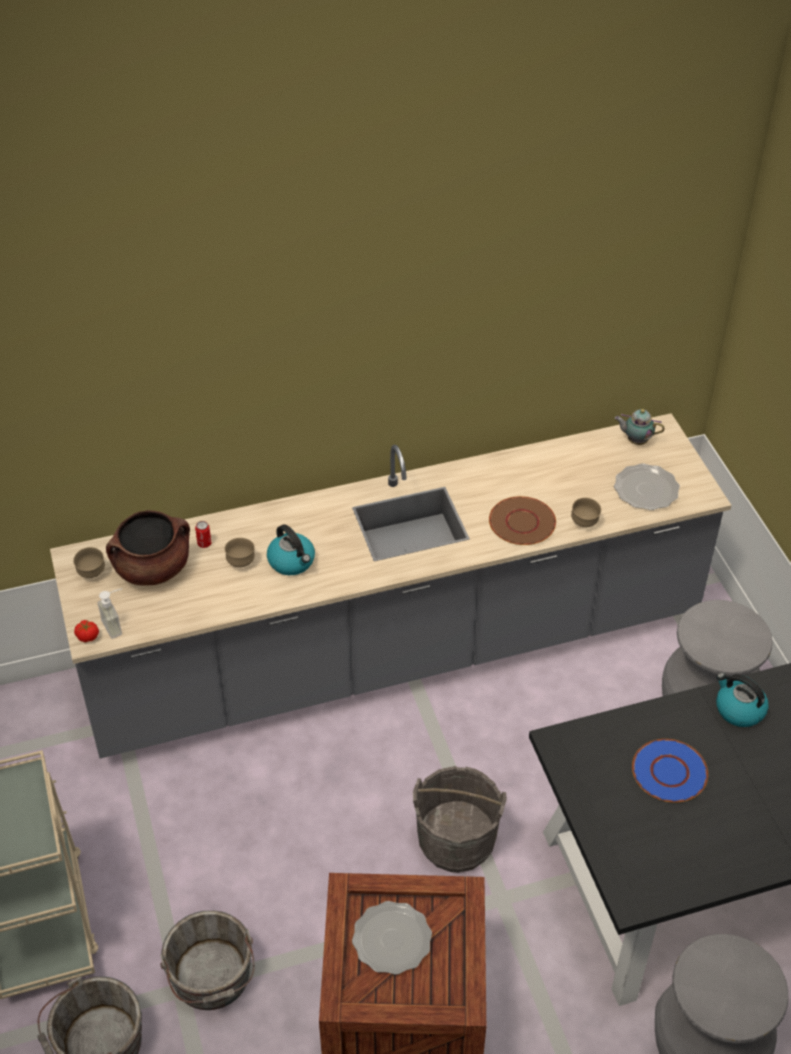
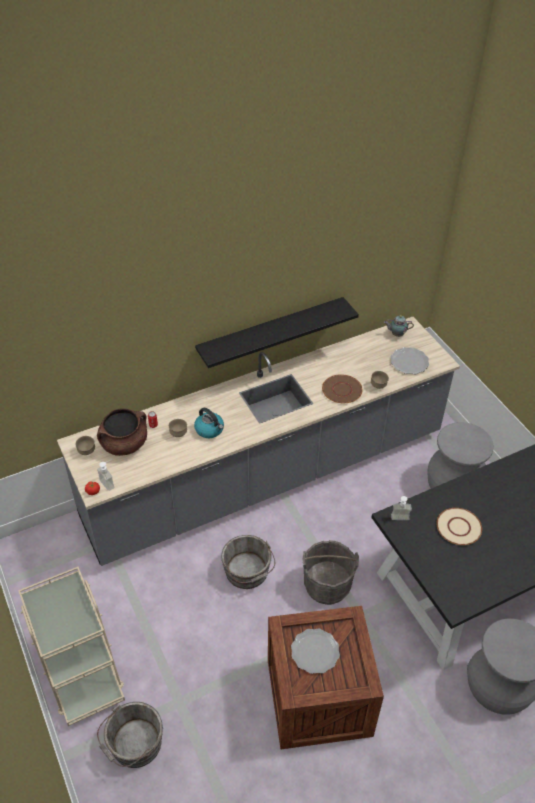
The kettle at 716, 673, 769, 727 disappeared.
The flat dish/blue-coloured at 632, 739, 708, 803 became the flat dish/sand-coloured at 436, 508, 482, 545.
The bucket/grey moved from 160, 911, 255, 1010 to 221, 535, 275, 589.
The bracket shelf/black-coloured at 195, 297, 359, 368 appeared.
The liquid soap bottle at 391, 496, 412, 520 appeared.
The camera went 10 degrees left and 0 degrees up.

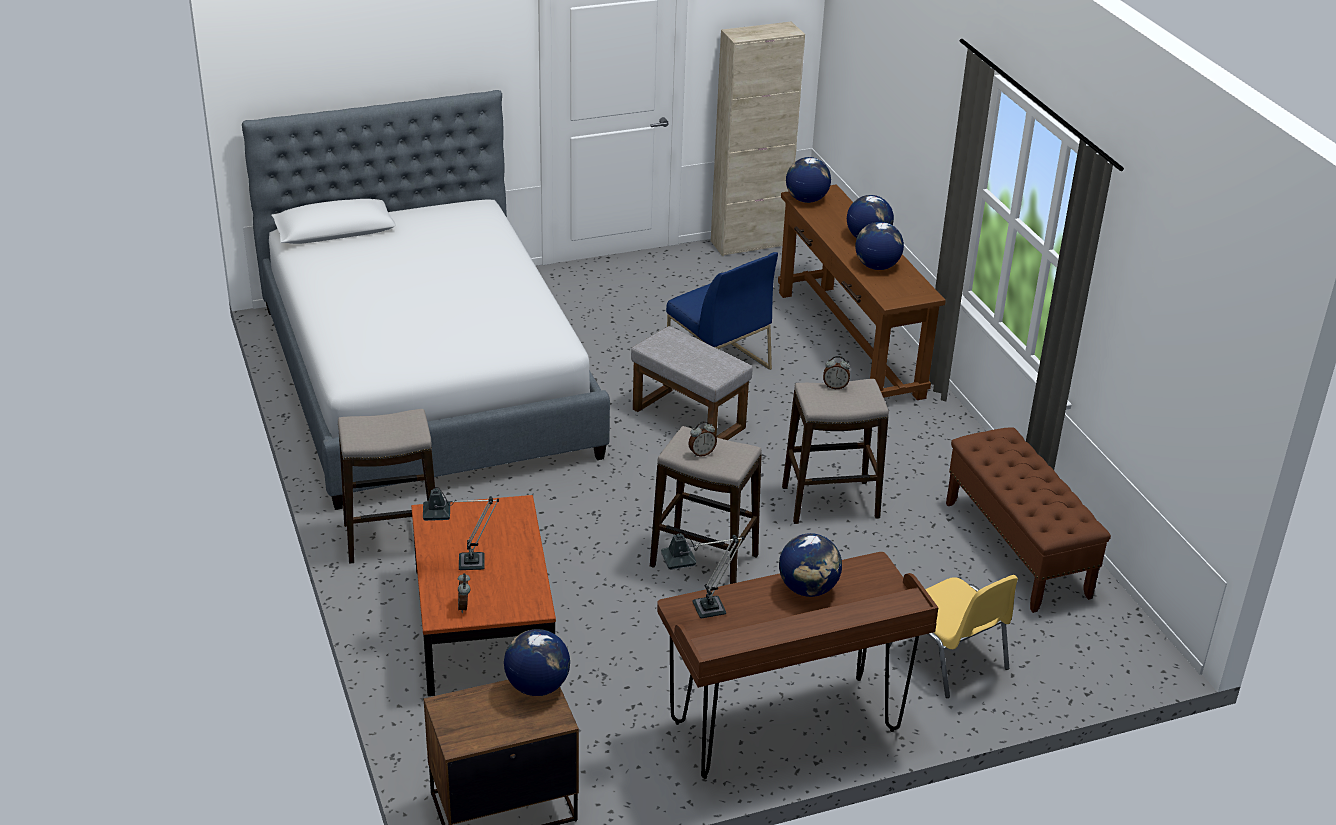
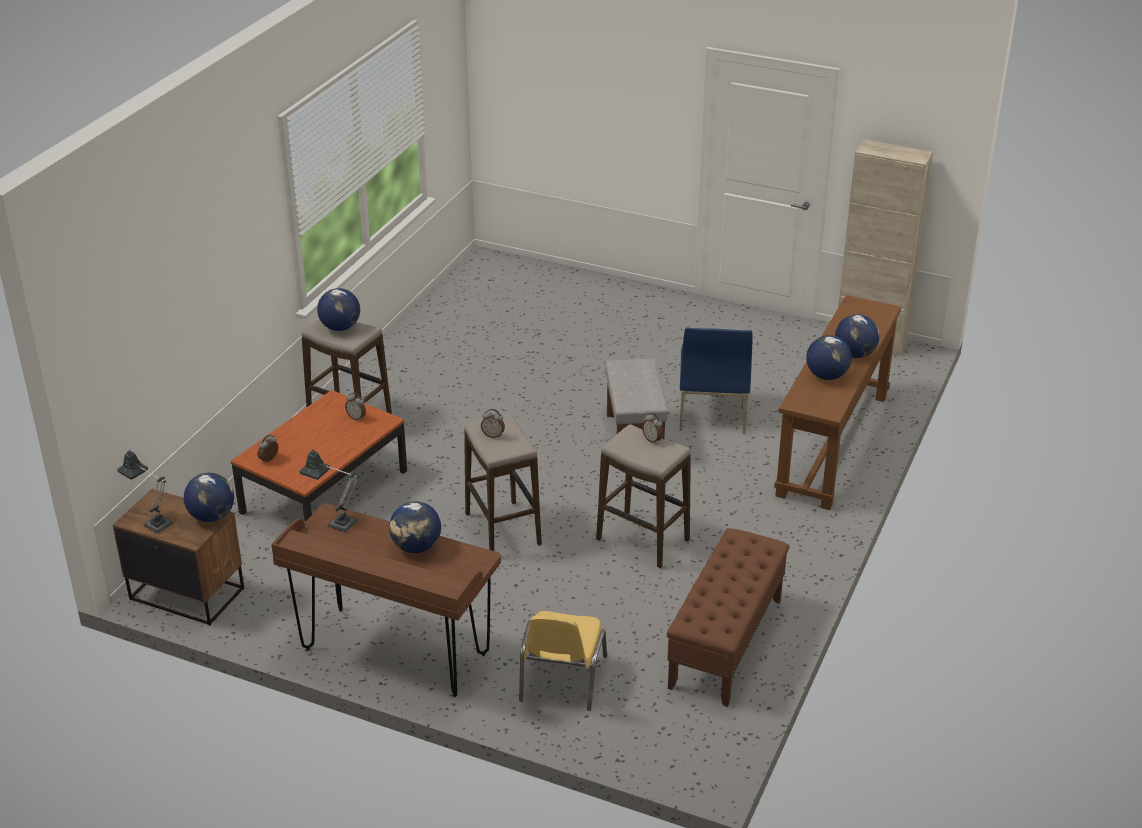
The sleeping bed at 242, 90, 610, 510 disappeared.
The globe moved from 786, 157, 831, 203 to 317, 288, 360, 331.
The tabletop lamp moved from 423, 487, 499, 570 to 117, 450, 173, 533.
The table clock at 345, 392, 366, 420 appeared.
The camera went 45 degrees right and 0 degrees up.

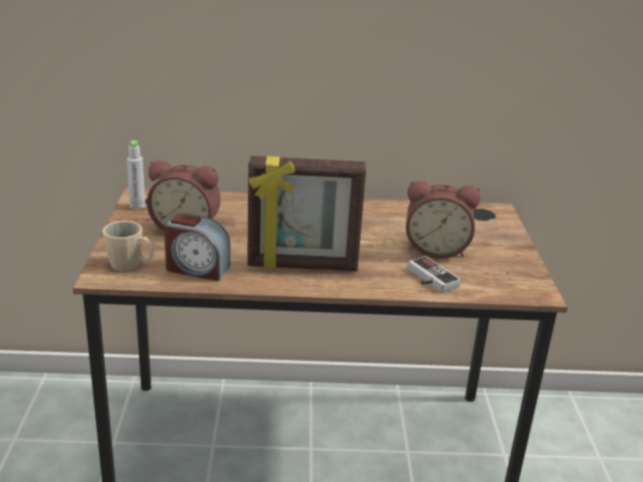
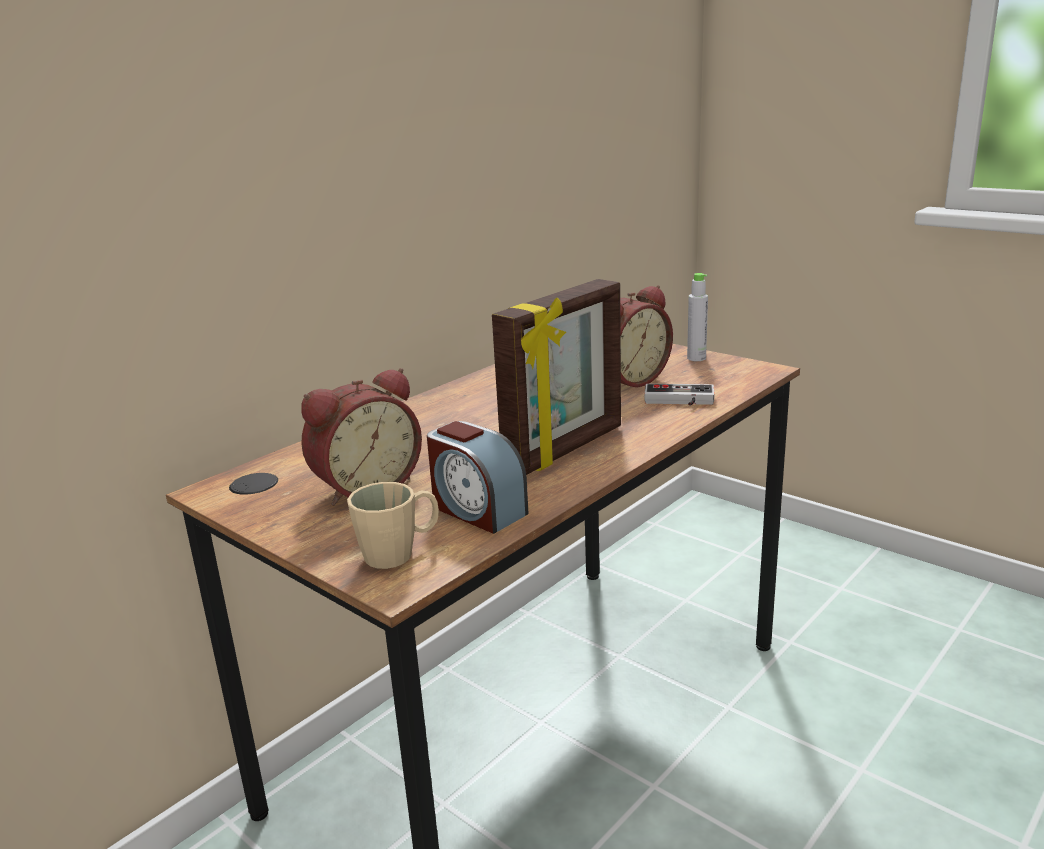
The beverage bottle/grey moved from 127, 140, 145, 209 to 687, 273, 708, 361.
The table clock at 164, 213, 230, 281 turned 75 degrees clockwise.
The camera went 45 degrees left and 5 degrees down.

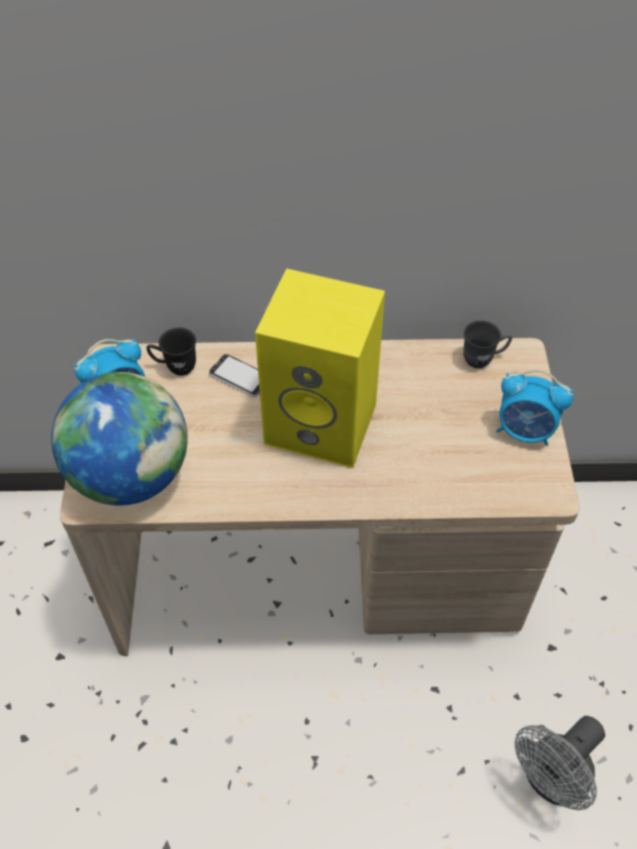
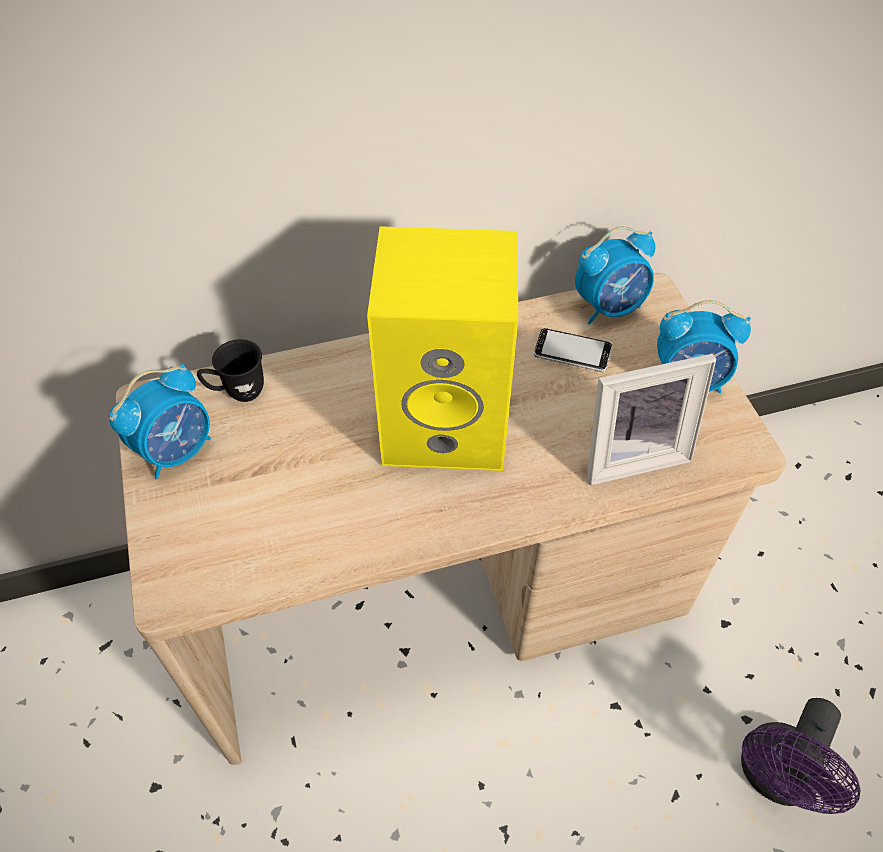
The tea mug/grey at 463, 321, 512, 368 was replaced by the table clock at 575, 226, 655, 325.
The handset moved from 208, 354, 260, 398 to 534, 328, 612, 372.
The globe at 51, 372, 188, 506 disappeared.
The electric fan/grey at 515, 716, 605, 810 became the electric fan/purplish at 741, 698, 861, 814.
The picture frame at 586, 354, 716, 485 appeared.
The camera went 15 degrees left and 0 degrees up.

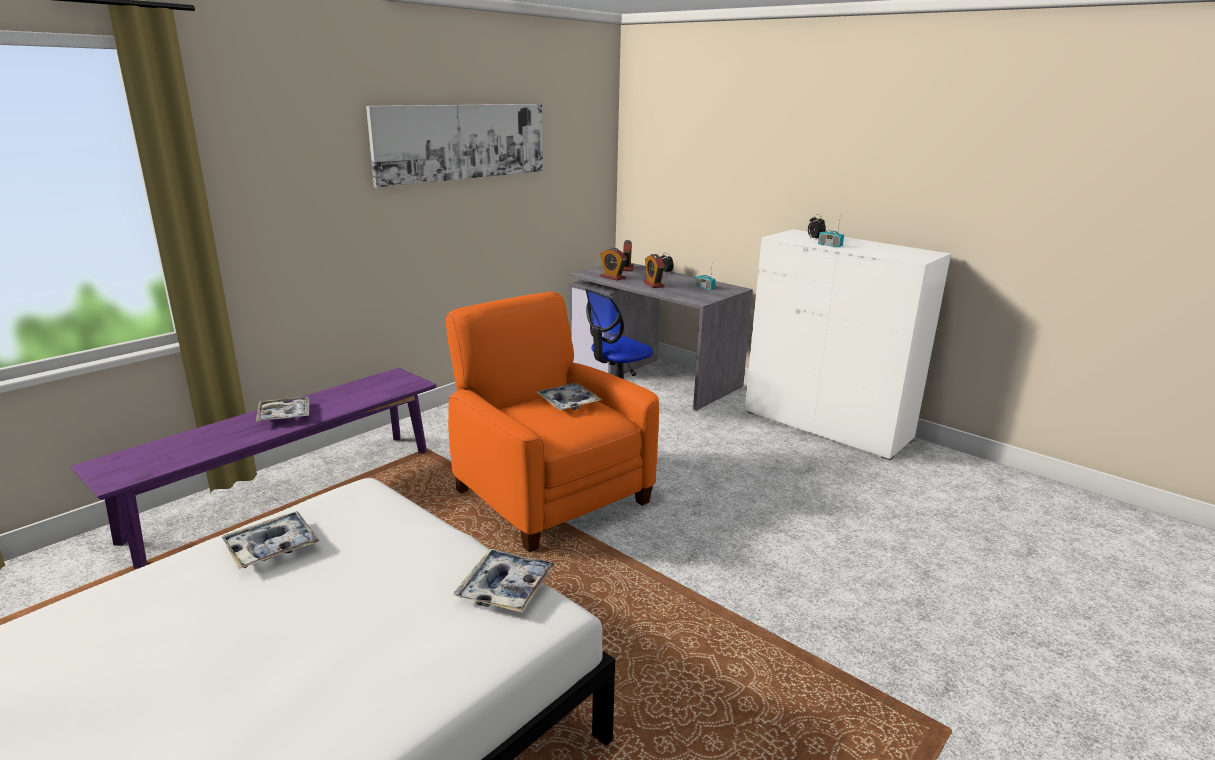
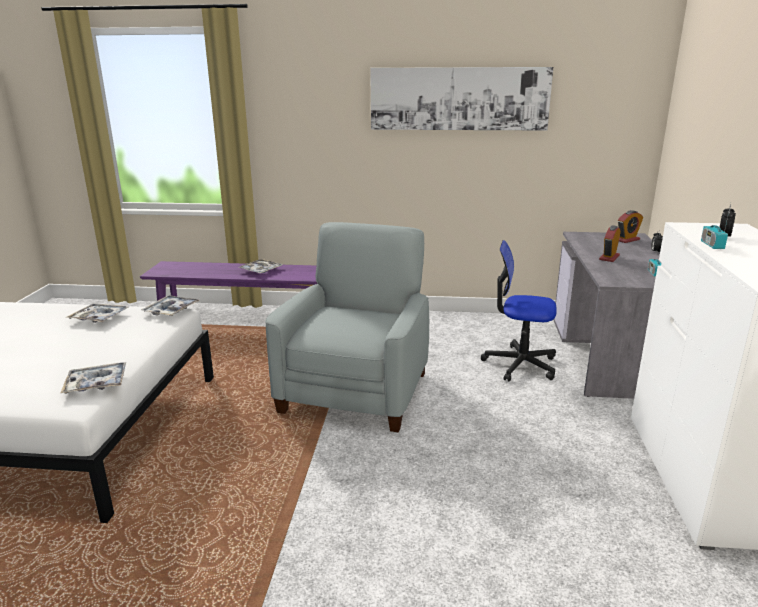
The table clock at 600, 248, 627, 281 disappeared.
The easy chair/orangey at 446, 292, 659, 552 became the easy chair/grey at 265, 222, 429, 432.
The tray moved from 537, 383, 602, 410 to 141, 295, 200, 316.
The camera went 55 degrees right and 0 degrees up.

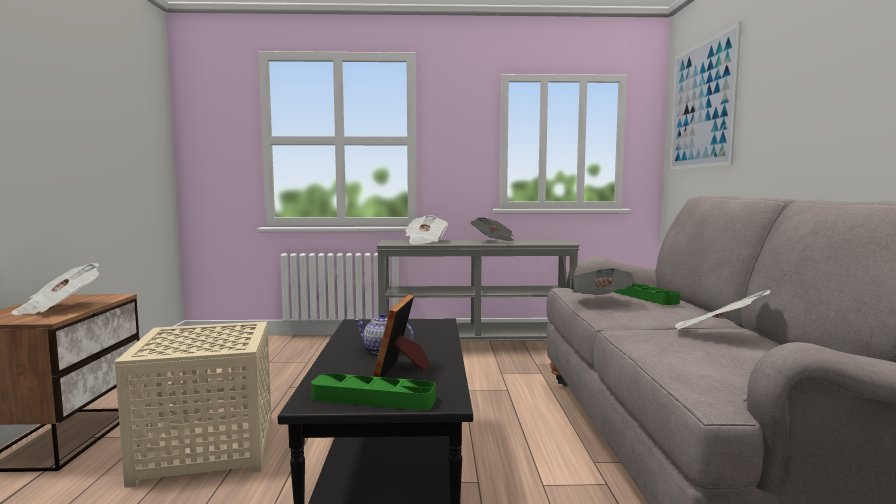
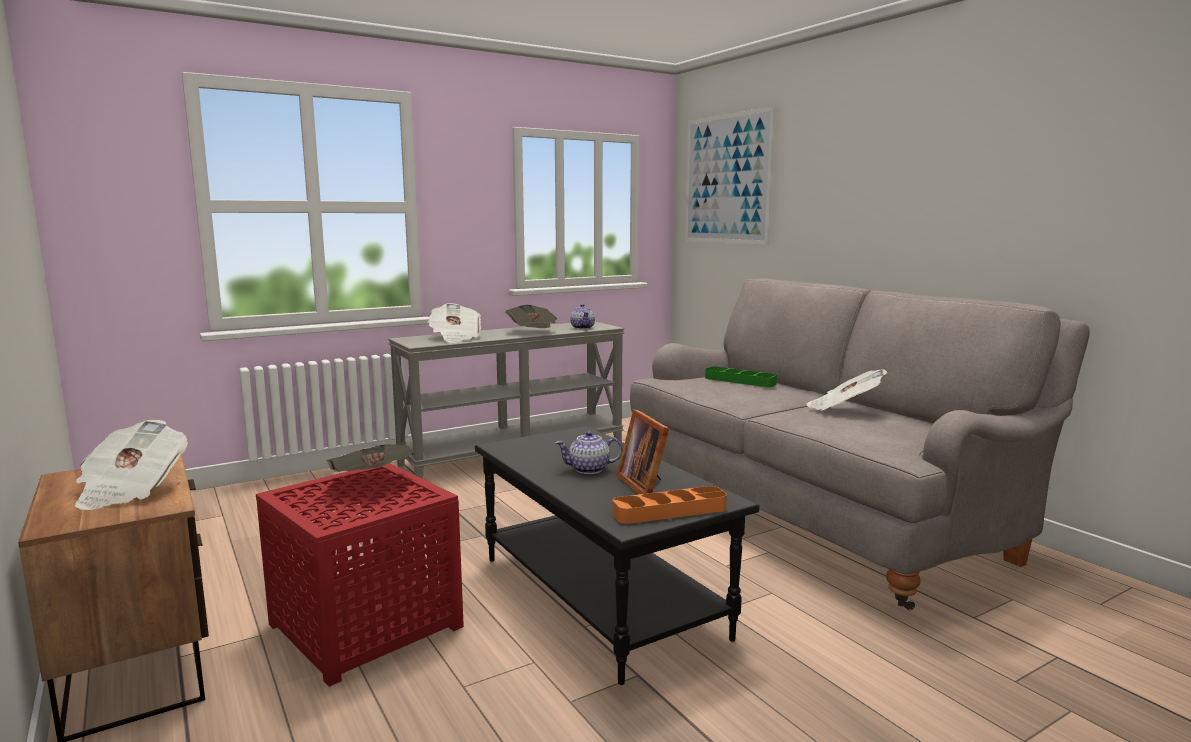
The newspaper moved from 569, 268, 635, 295 to 326, 444, 414, 472.
The end table/sand-coloured at 114, 321, 272, 488 became the end table/red-coloured at 256, 463, 464, 687.
The tray/green-coloured at 311, 373, 436, 411 became the tray/orangey at 613, 486, 727, 524.
The pot for tea at 570, 304, 595, 329 appeared.
The camera went 30 degrees left and 5 degrees up.

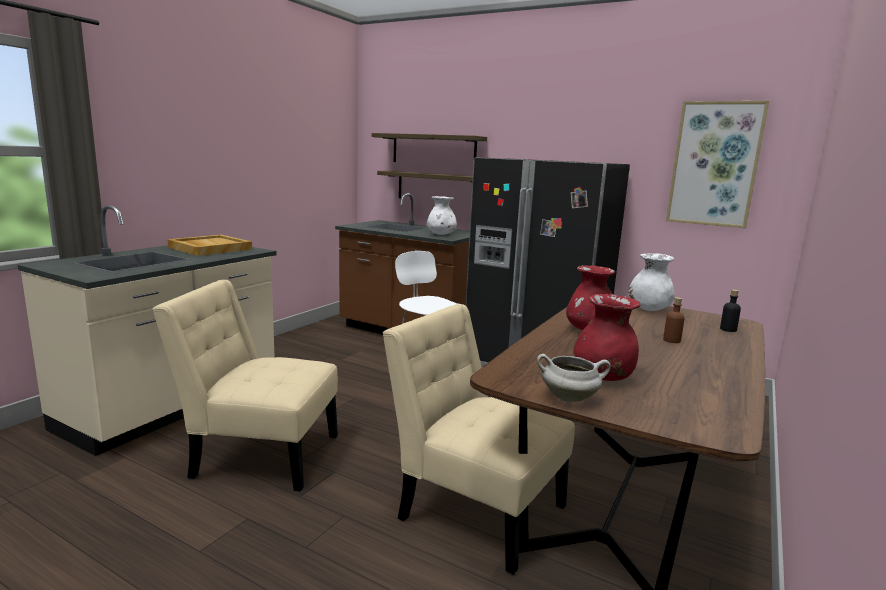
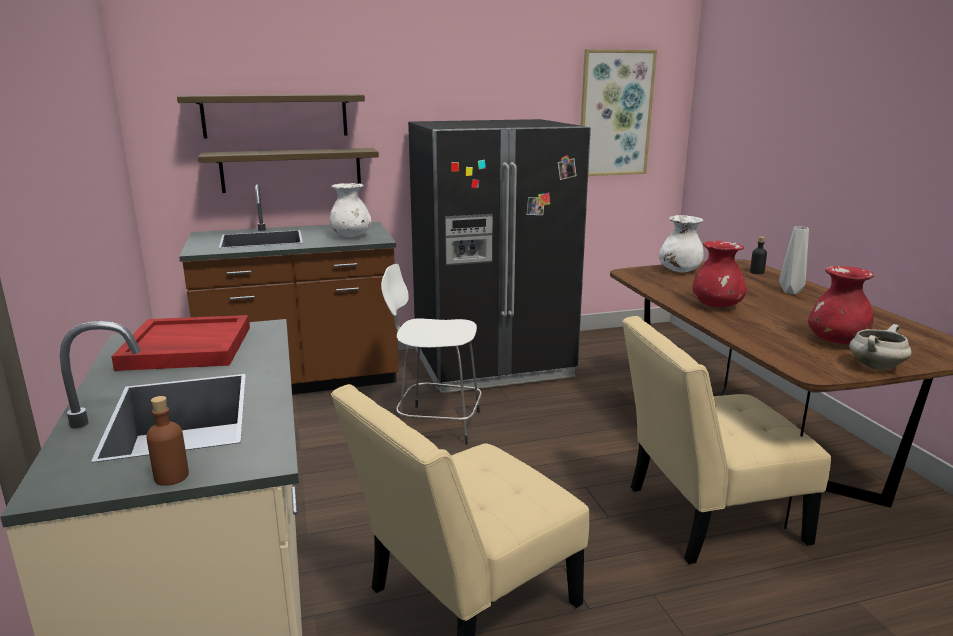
The tray/sand-coloured at 167, 235, 252, 256 became the tray/red-coloured at 111, 315, 250, 371.
The beverage bottle/brown-coloured moved from 663, 297, 685, 343 to 146, 396, 189, 486.
The flower vase/grey at 779, 226, 809, 294 appeared.
The camera went 45 degrees left and 5 degrees up.

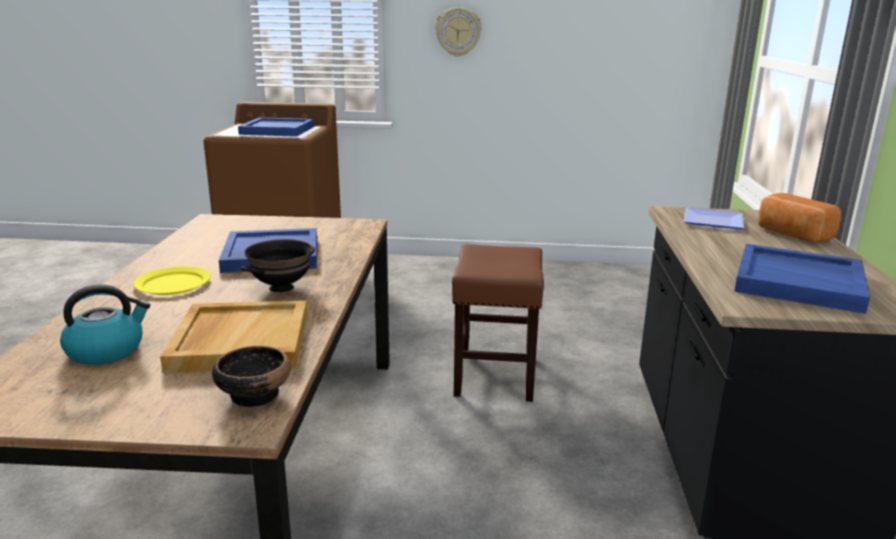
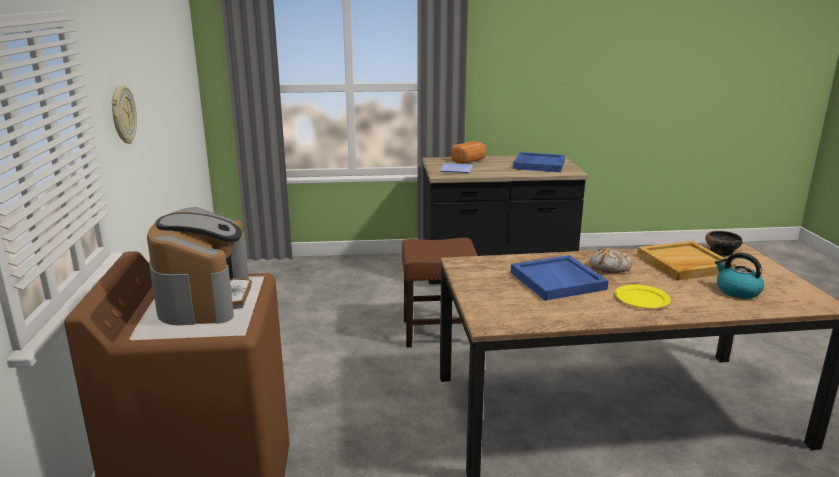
The tray/blue-coloured at 238, 117, 314, 137 was replaced by the coffee machine at 147, 207, 252, 325.
The bowl/black-coloured at 241, 239, 315, 292 was replaced by the bakery bread at 590, 248, 632, 273.
The camera went 100 degrees left and 0 degrees up.

